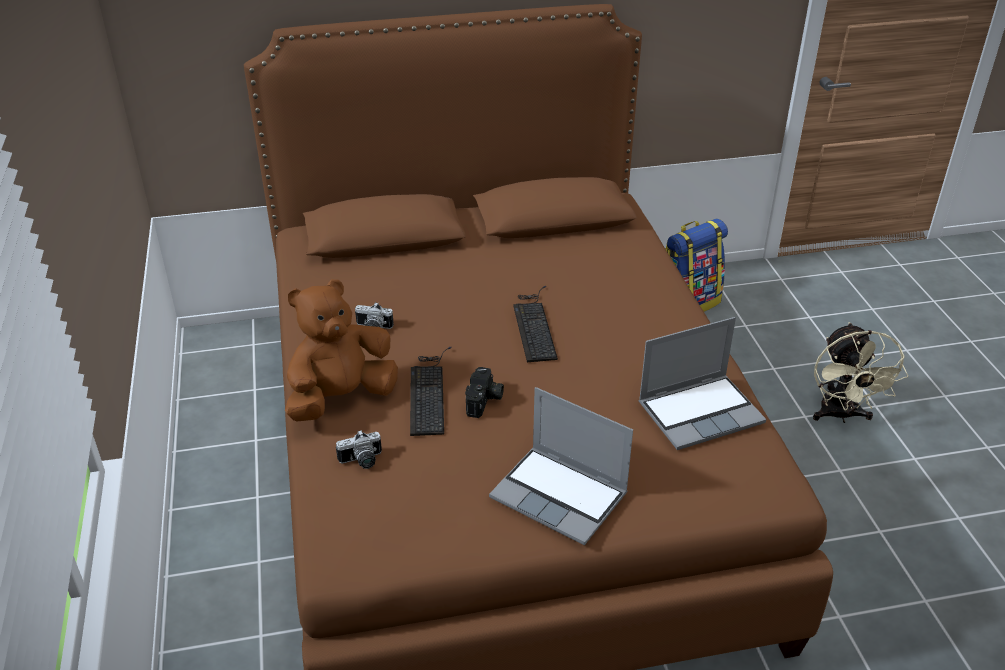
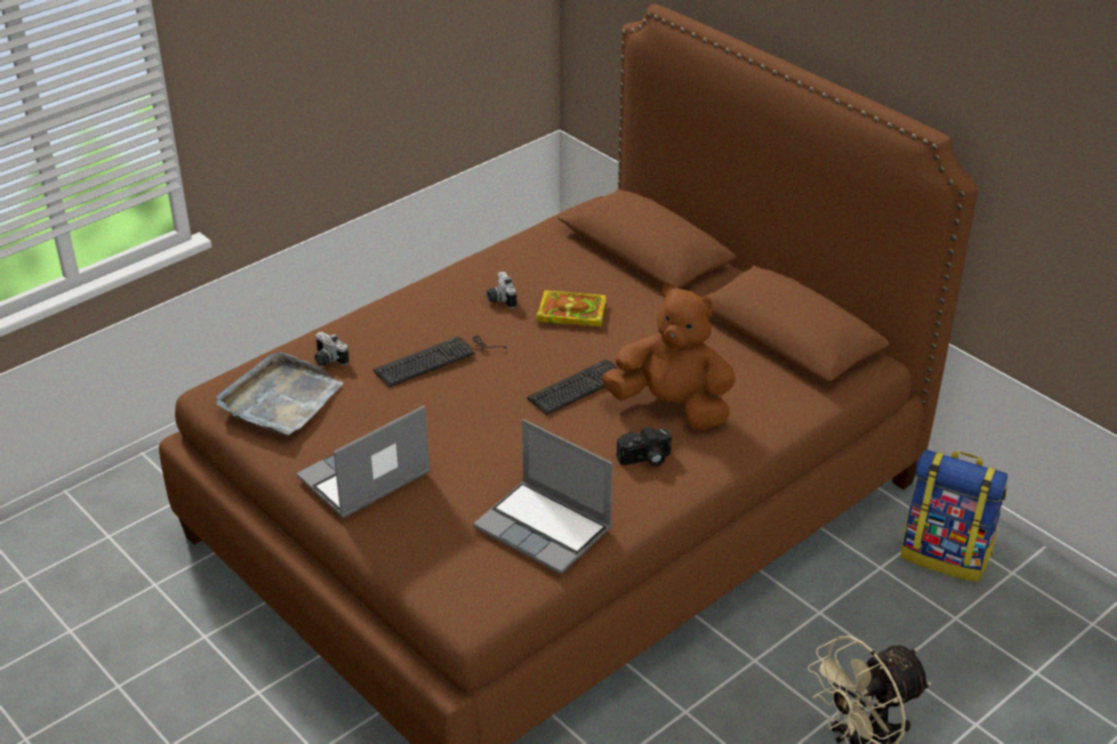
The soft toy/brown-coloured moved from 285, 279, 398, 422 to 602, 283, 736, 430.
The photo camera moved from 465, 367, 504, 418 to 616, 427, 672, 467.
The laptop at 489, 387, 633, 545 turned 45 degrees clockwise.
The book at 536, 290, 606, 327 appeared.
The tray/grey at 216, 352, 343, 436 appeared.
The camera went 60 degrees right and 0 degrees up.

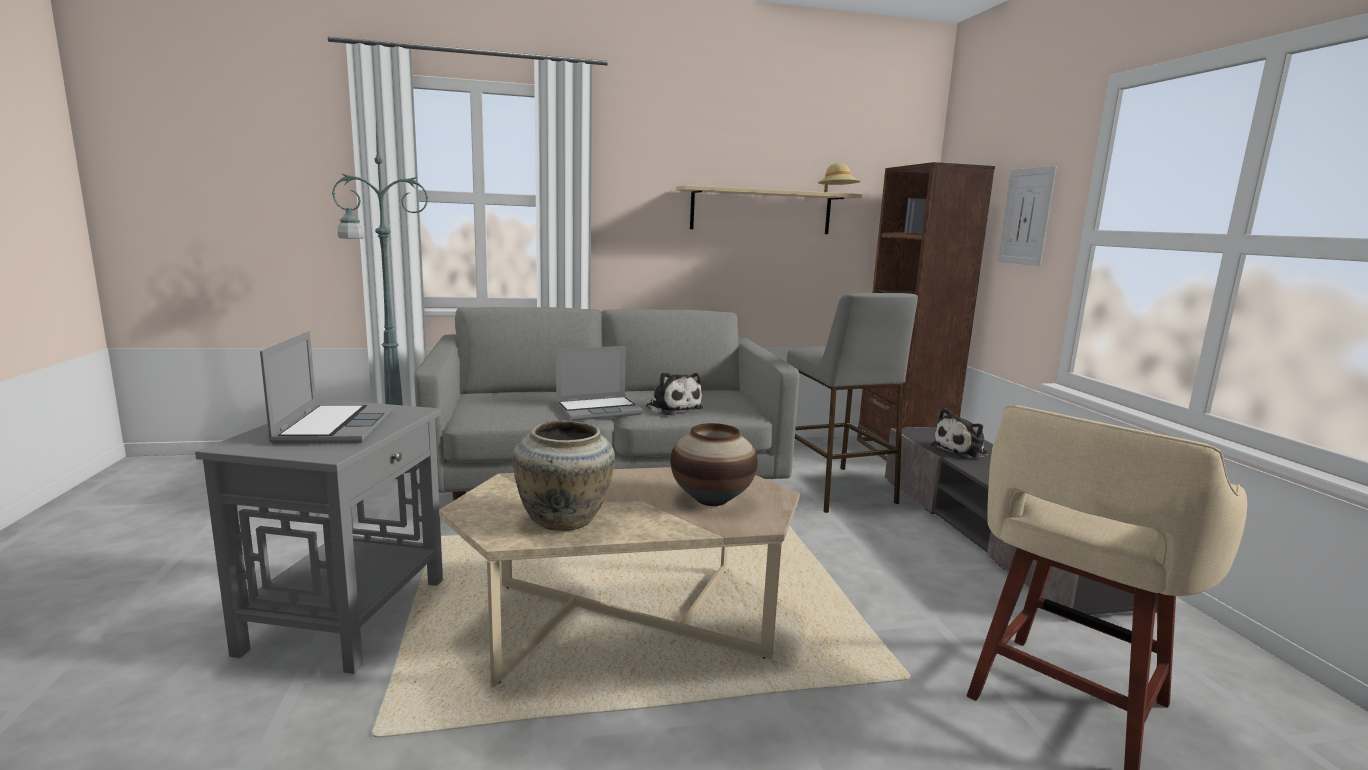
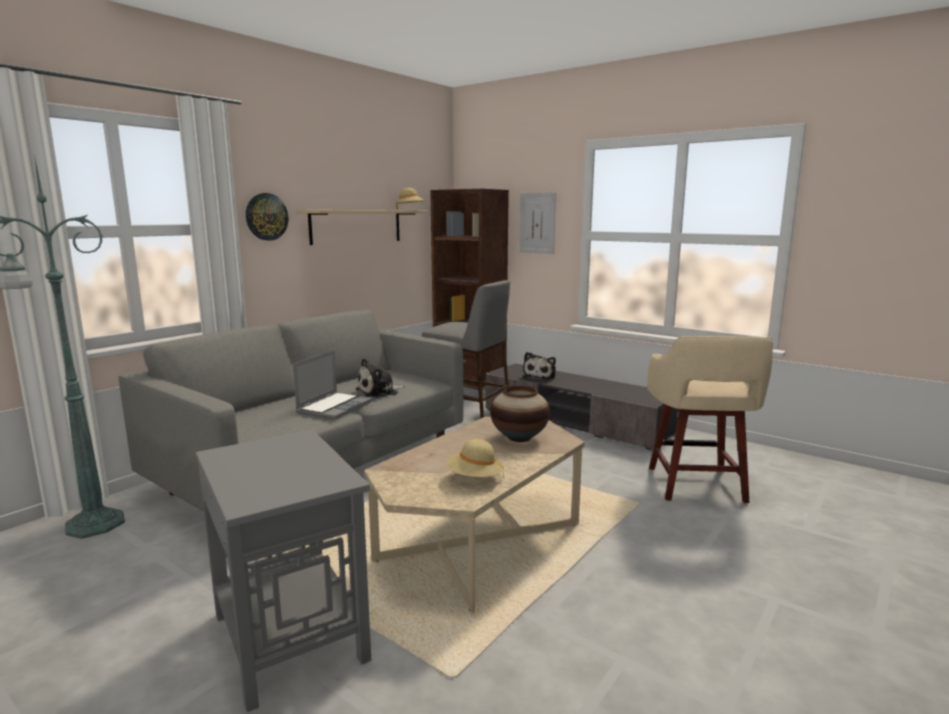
The laptop at 260, 331, 394, 444 disappeared.
The soft toy at 646, 372, 703, 415 turned 135 degrees clockwise.
The flower vase/sand-coloured at 512, 421, 615, 531 was replaced by the wearable hat/sand-coloured at 446, 439, 504, 478.
The hanging clock at 246, 193, 288, 241 appeared.
The camera went 40 degrees left and 0 degrees up.

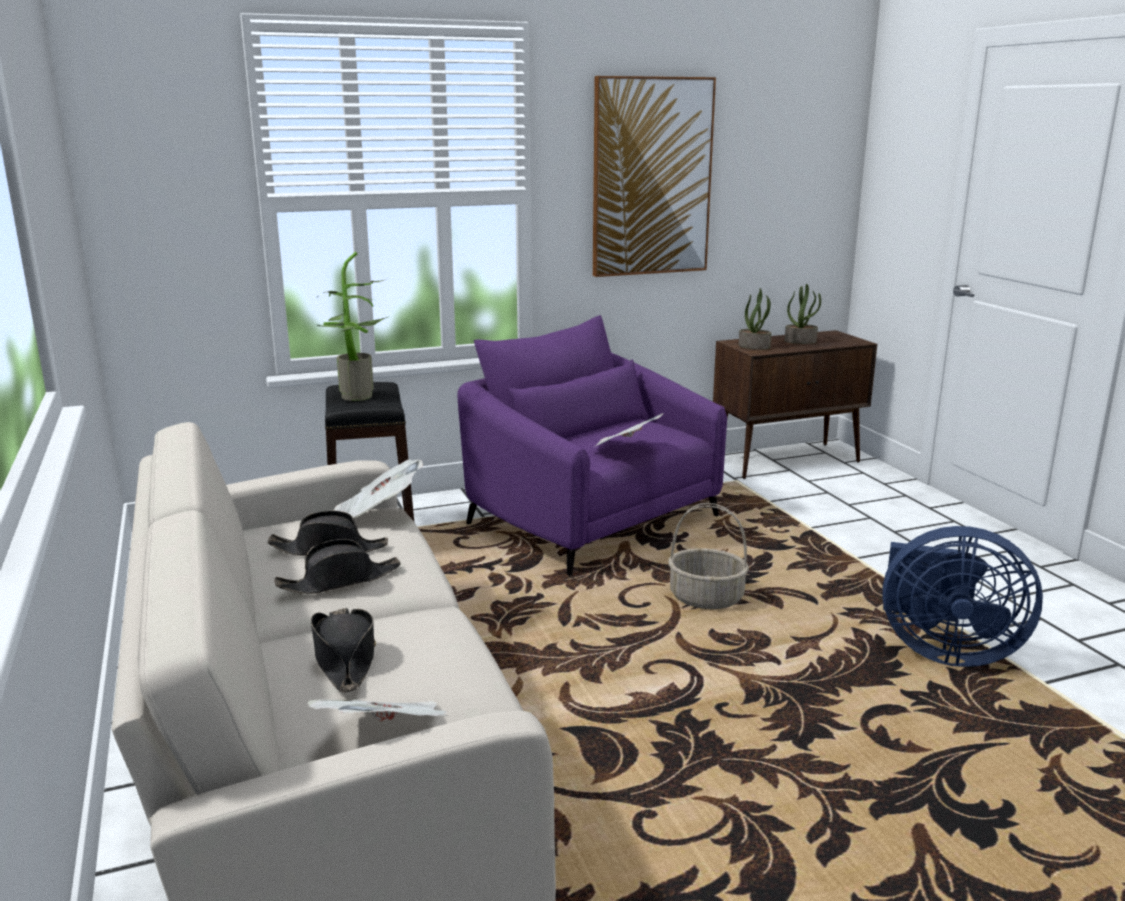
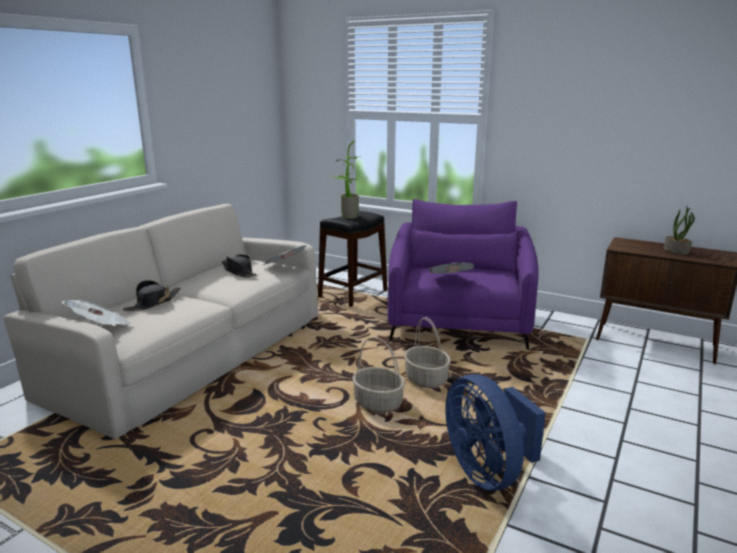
The wall art at 593, 76, 716, 277 disappeared.
The houseplant at 739, 288, 771, 350 disappeared.
The wearable hat/black-coloured at 274, 539, 401, 594 disappeared.
The basket at 352, 337, 405, 413 appeared.
The camera went 50 degrees right and 0 degrees up.

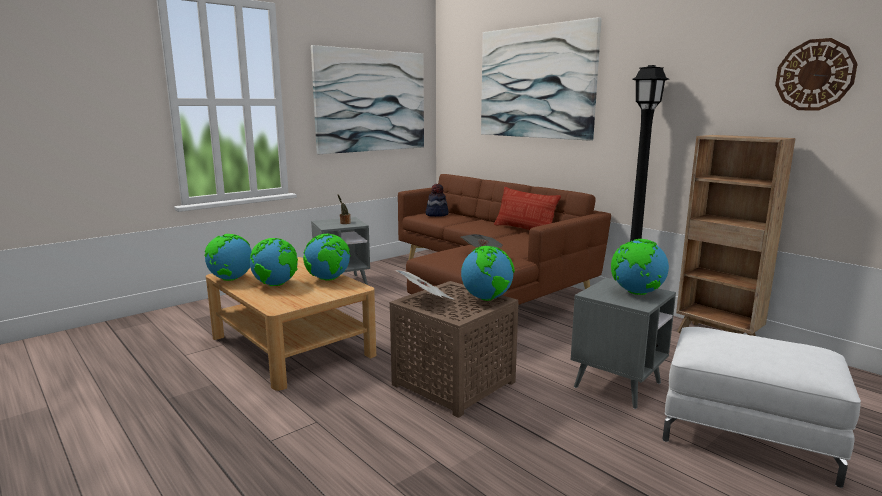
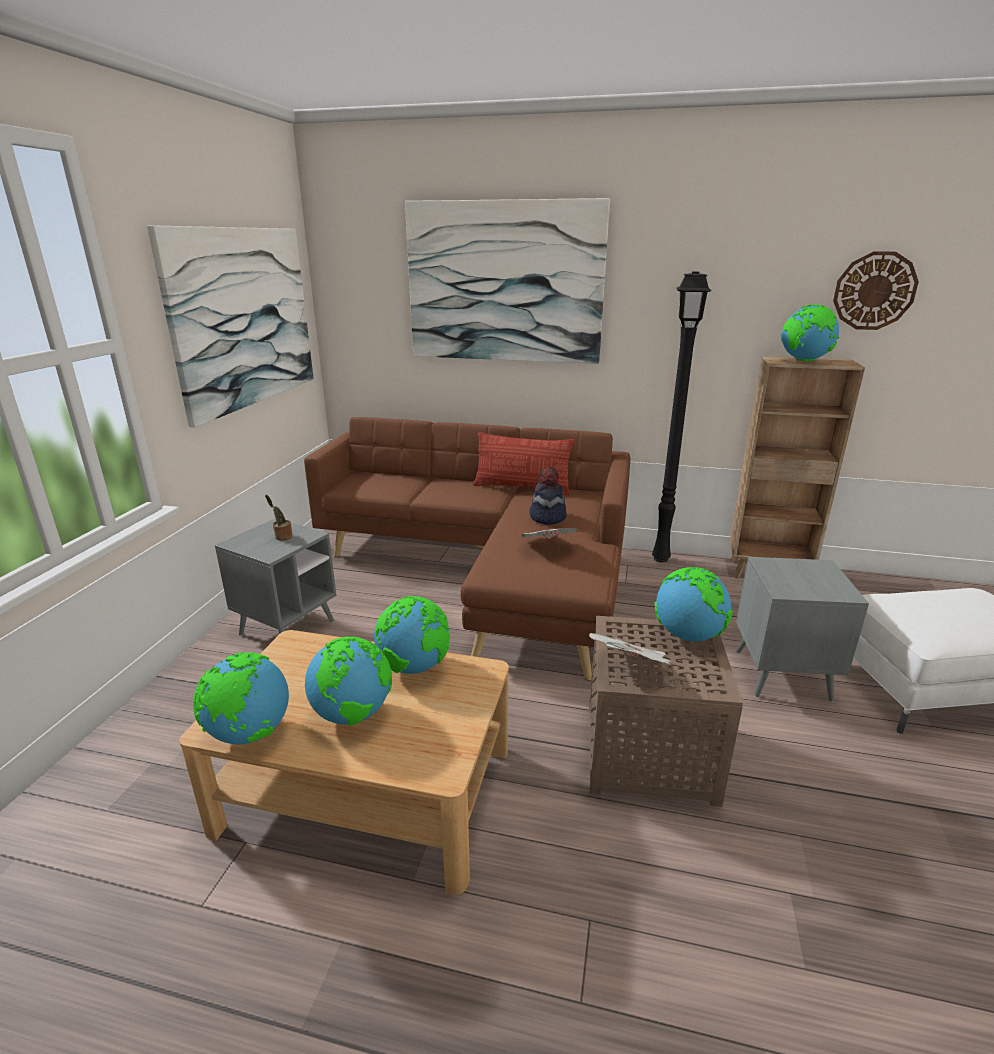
The wearable hat moved from 426, 184, 449, 217 to 530, 467, 567, 525.
The globe moved from 611, 239, 669, 295 to 781, 304, 839, 361.
The camera went 35 degrees left and 10 degrees up.

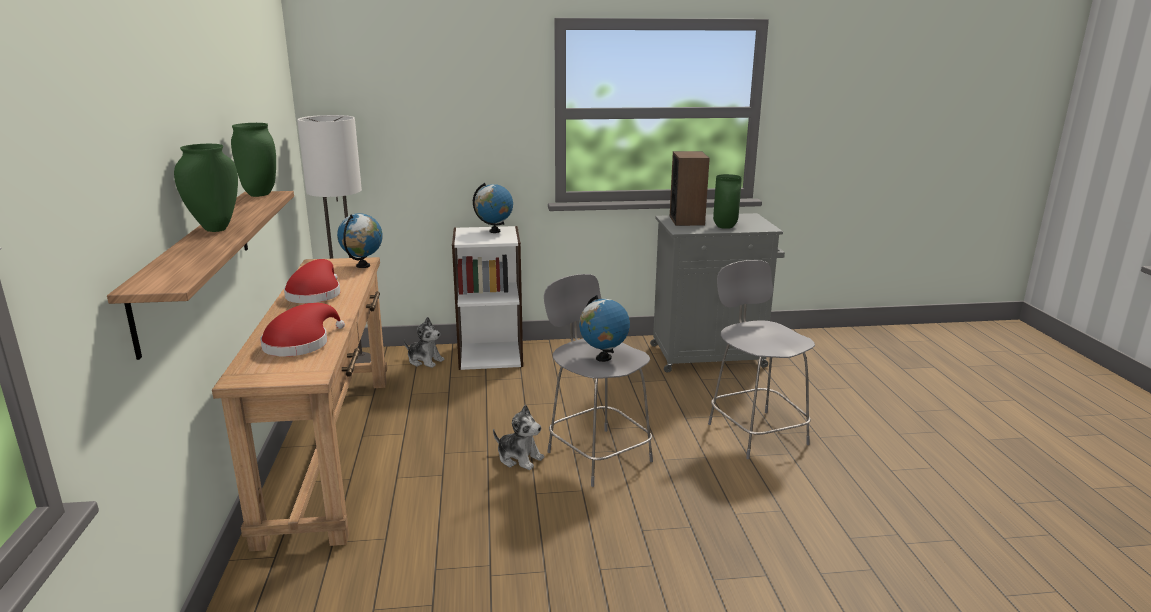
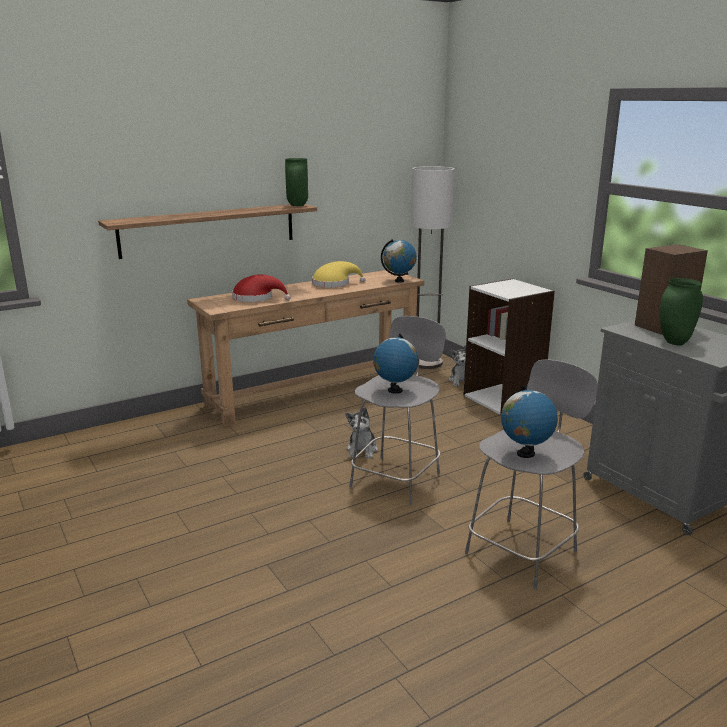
The flower vase/green-coloured at 174, 144, 238, 232 disappeared.
The globe moved from 473, 183, 513, 233 to 501, 385, 558, 458.
The wearable hat/red-coloured at 284, 259, 340, 303 became the wearable hat/yellow-coloured at 312, 261, 365, 288.
The camera went 65 degrees right and 0 degrees up.

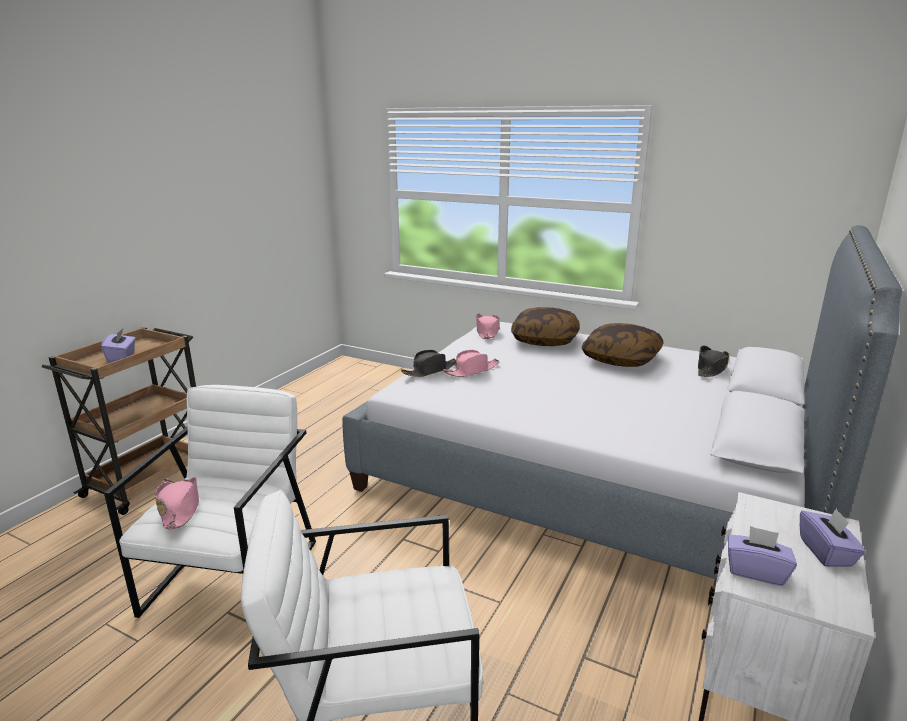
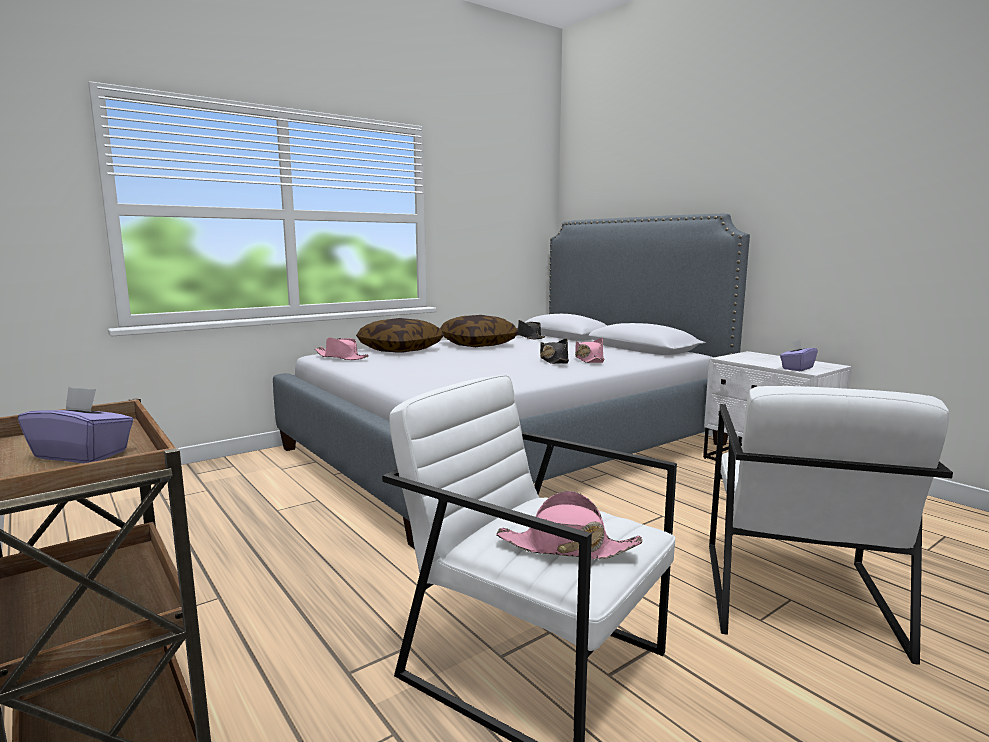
The wearable hat/black-coloured moved from 401, 350, 456, 377 to 540, 338, 569, 364.
The wearable hat/pink moved from 443, 350, 499, 377 to 575, 338, 604, 363.
The tissue box/purplish at 800, 508, 865, 567 disappeared.
The camera went 65 degrees left and 10 degrees down.

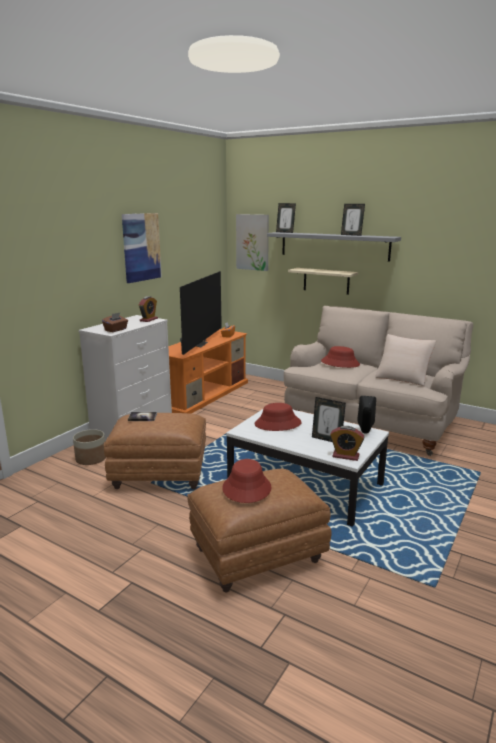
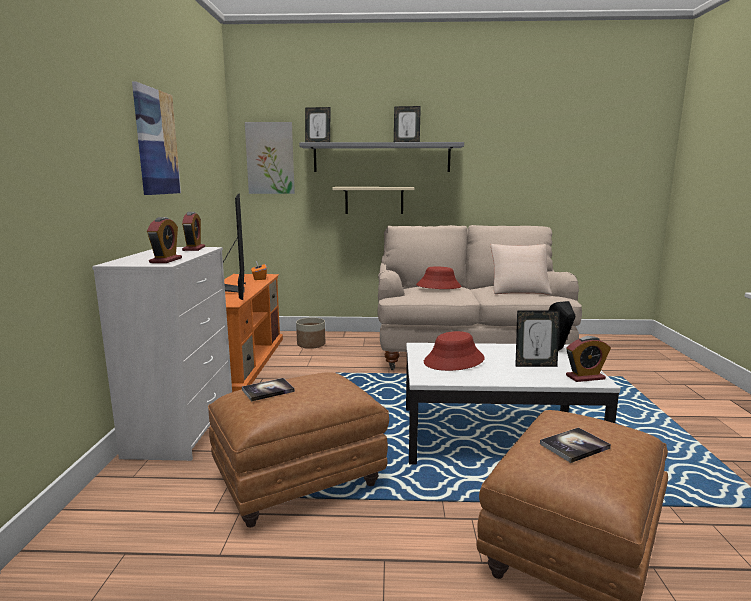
The tissue box/brown-coloured at 102, 313, 128, 332 was replaced by the table clock at 147, 217, 182, 263.
The planter moved from 73, 429, 106, 465 to 296, 317, 325, 349.
The wearable hat/red-coloured at 222, 459, 272, 503 was replaced by the book at 540, 427, 611, 463.
The camera went 30 degrees left and 5 degrees down.

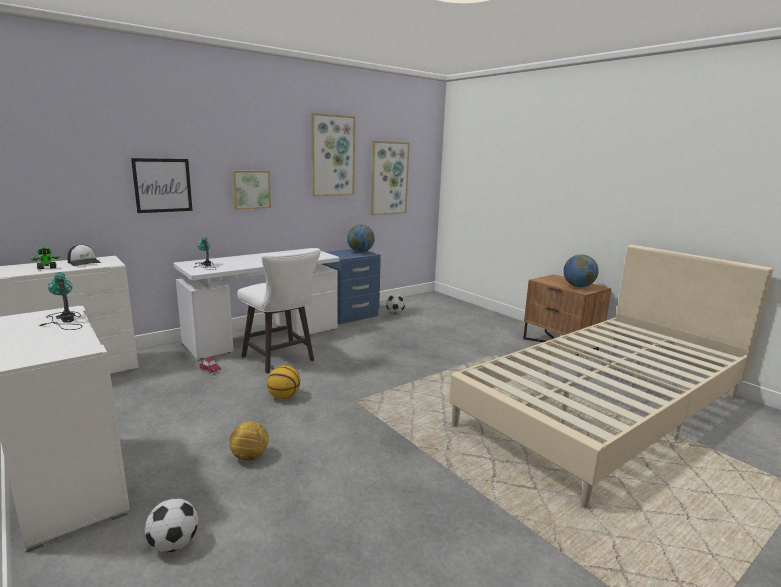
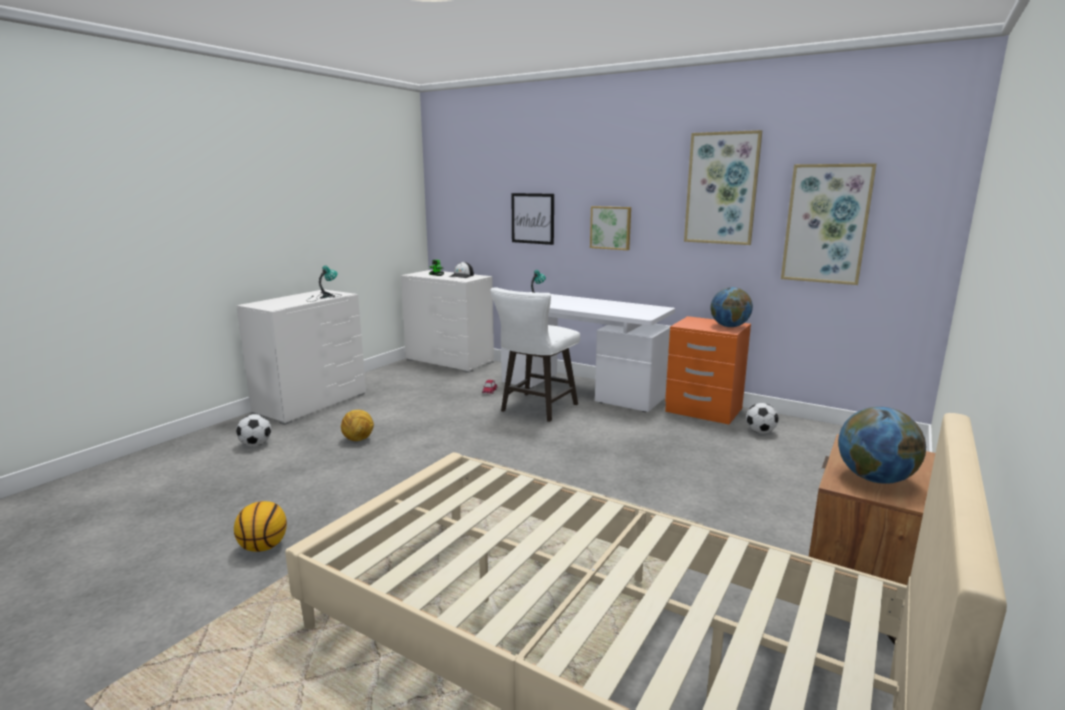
The bedside table/blue-coloured at 322, 249, 381, 324 became the bedside table/orangey at 665, 316, 751, 424.
The basketball moved from 267, 366, 300, 399 to 234, 501, 287, 552.
The camera went 70 degrees right and 0 degrees up.

